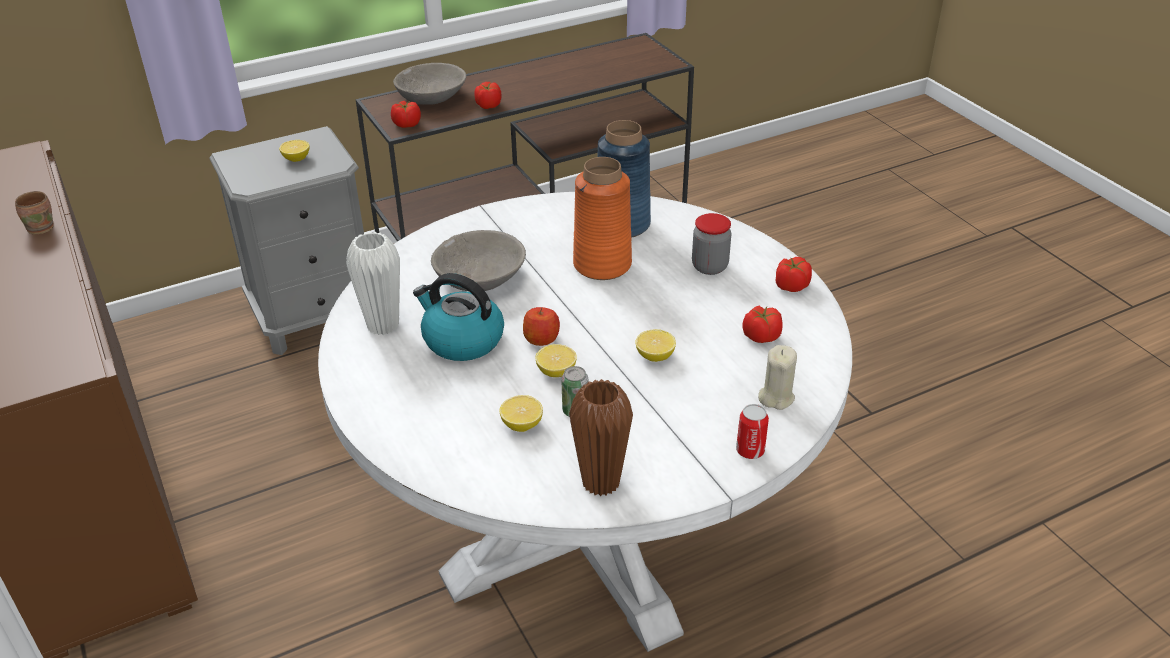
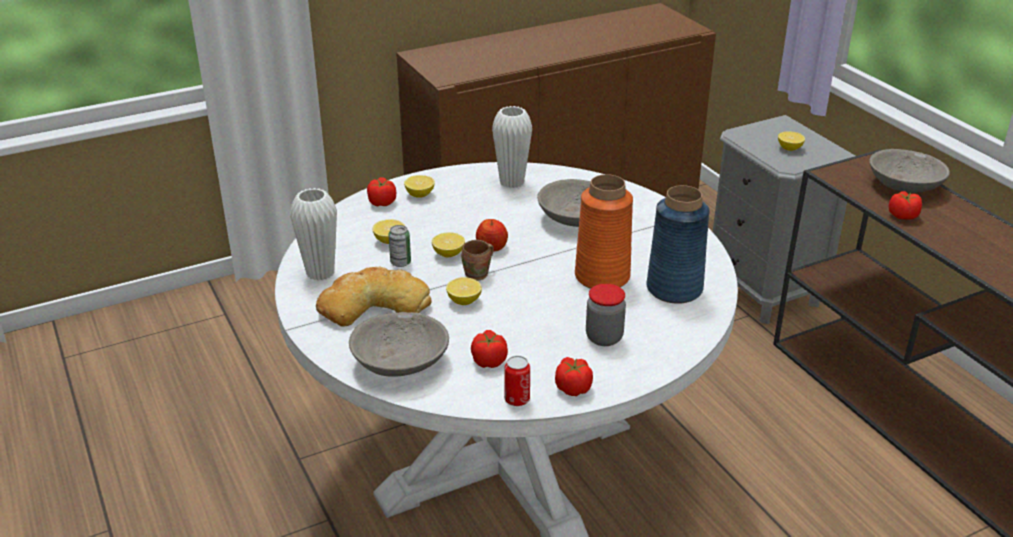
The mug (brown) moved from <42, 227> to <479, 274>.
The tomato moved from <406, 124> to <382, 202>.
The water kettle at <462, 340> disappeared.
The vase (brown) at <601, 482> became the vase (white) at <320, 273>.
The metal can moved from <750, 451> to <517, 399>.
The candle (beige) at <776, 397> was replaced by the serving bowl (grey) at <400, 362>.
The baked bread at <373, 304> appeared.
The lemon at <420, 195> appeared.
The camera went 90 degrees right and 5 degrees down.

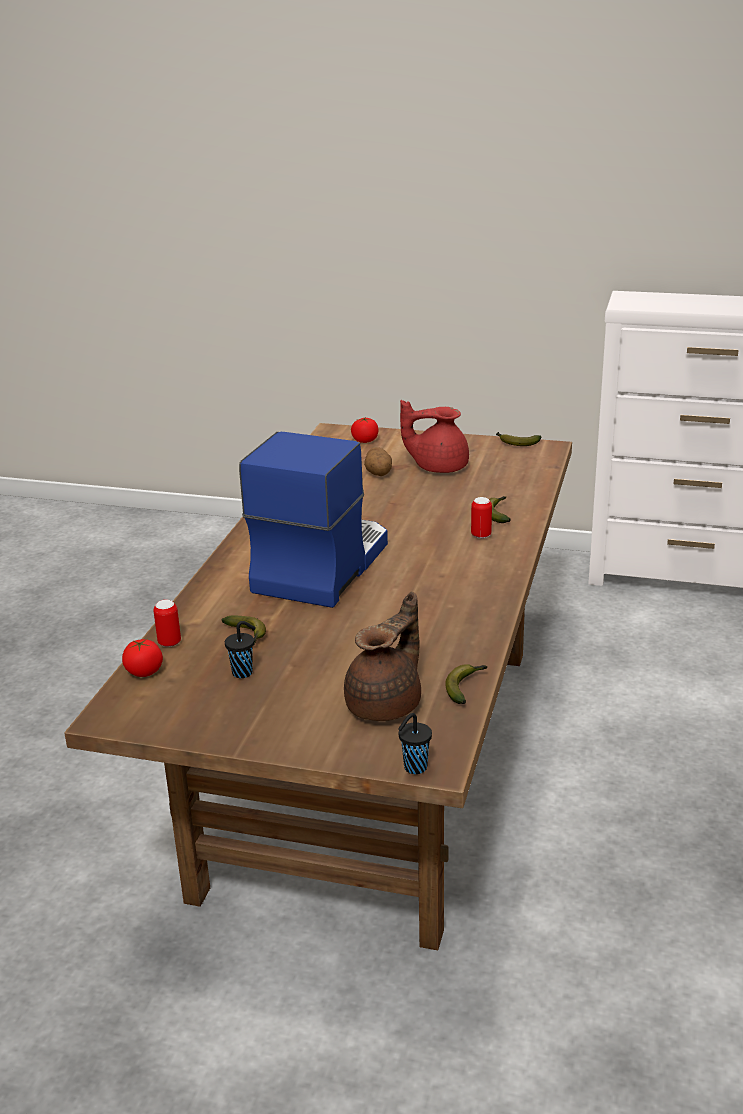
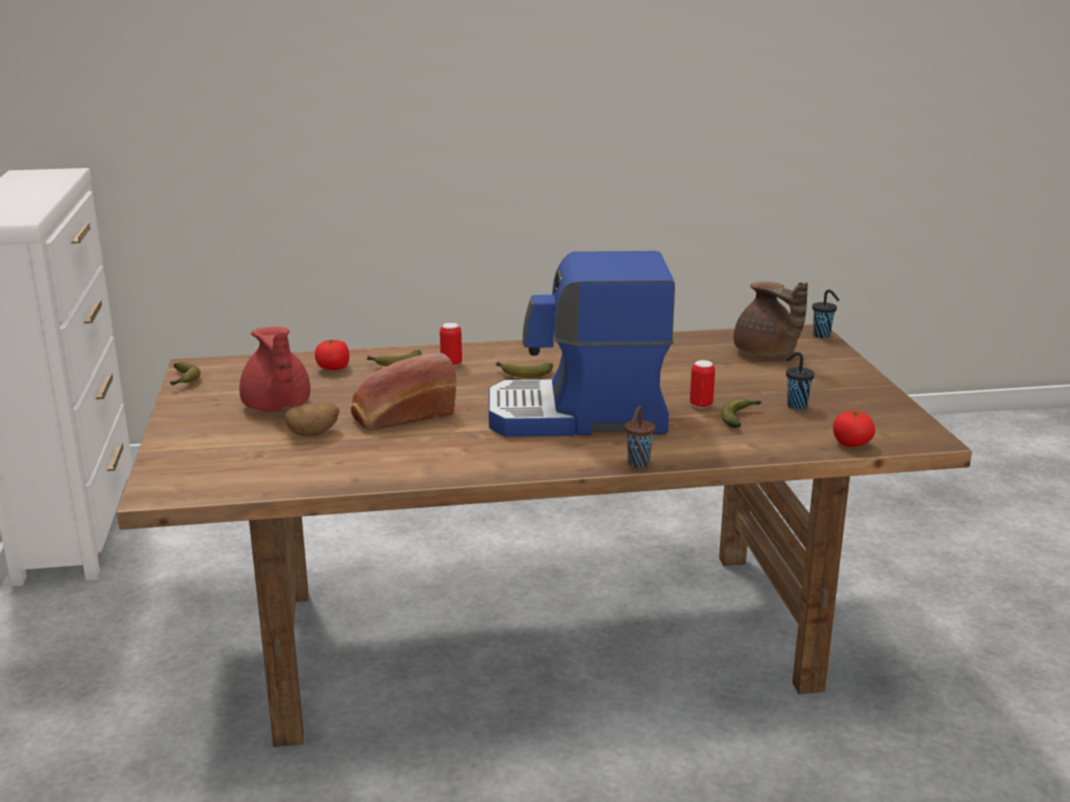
The metal can moved from <169, 643> to <701, 405>.
The teapot (brown) at <386, 704> turned 135 degrees counterclockwise.
The tomato moved from <365, 440> to <333, 368>.
The whole banana moved from <465, 687> to <522, 374>.
The baked bread at <402, 415> appeared.
The drinking cup (brown) at <638, 463> appeared.
The camera went 115 degrees left and 5 degrees down.

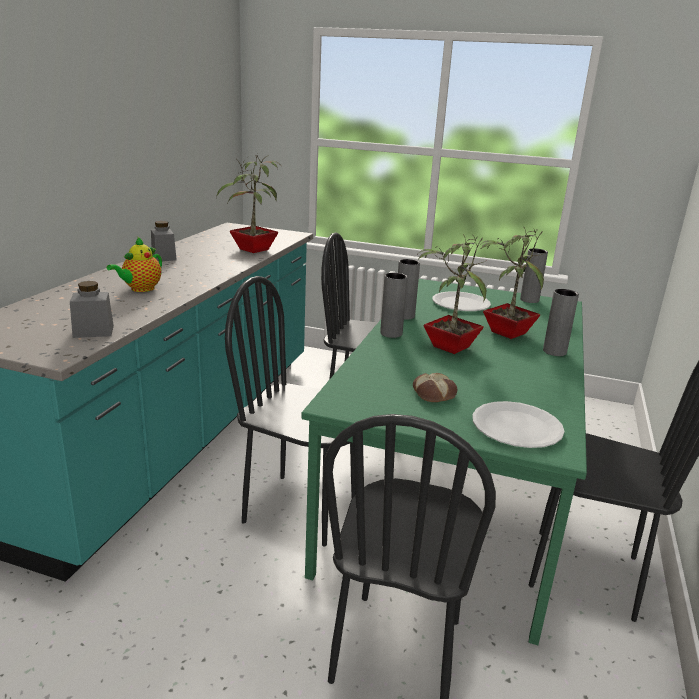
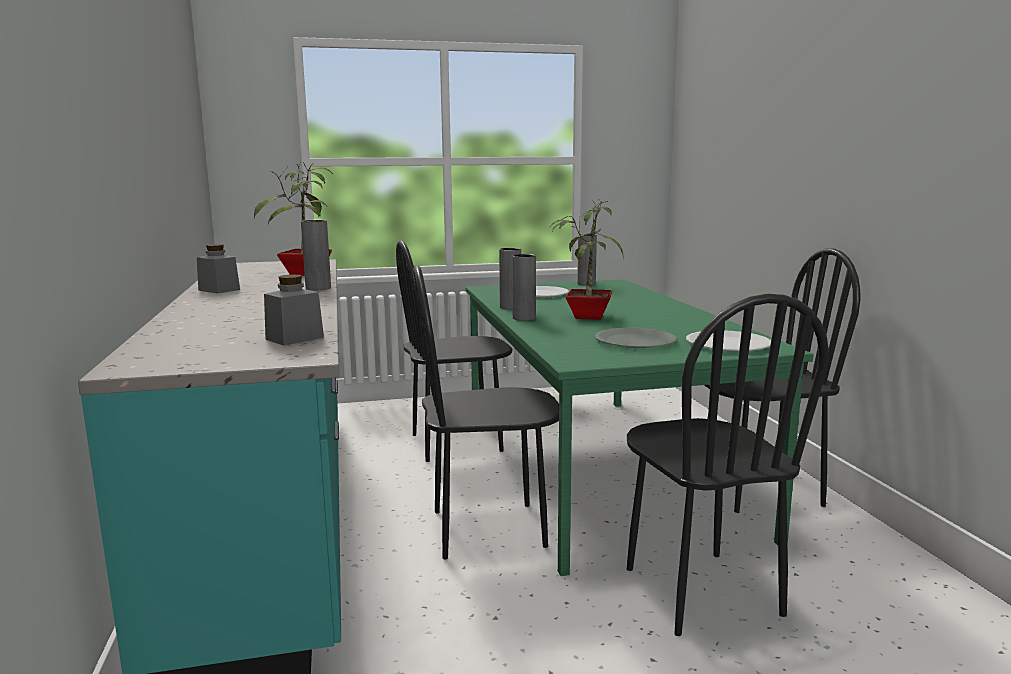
The teapot at <140, 289> disappeared.
The baked bread at <434, 393> was replaced by the dinner plate (grey) at <635, 341>.
The potted plant at <506, 332> disappeared.
The vase (grey) moved from <554, 351> to <318, 288>.
The camera went 30 degrees left and 10 degrees down.

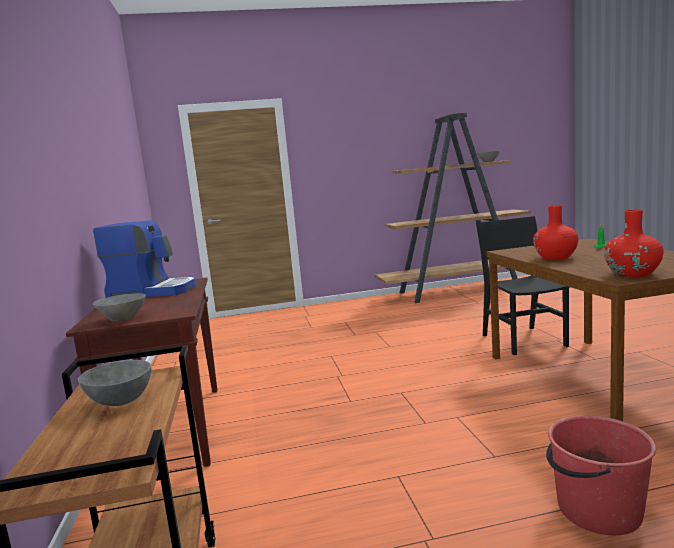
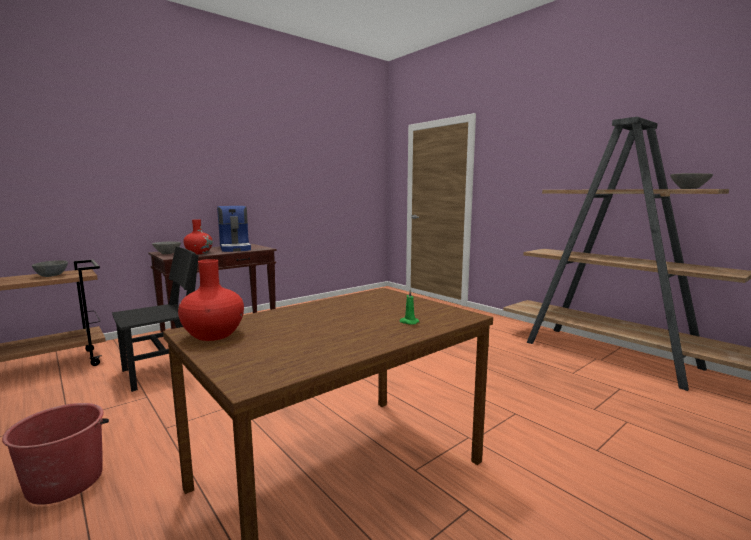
The chair (black) moved from <523, 340> to <164, 371>.
The vase (red-coloured) moved from <555, 257> to <199, 253>.
The camera went 60 degrees right and 0 degrees up.

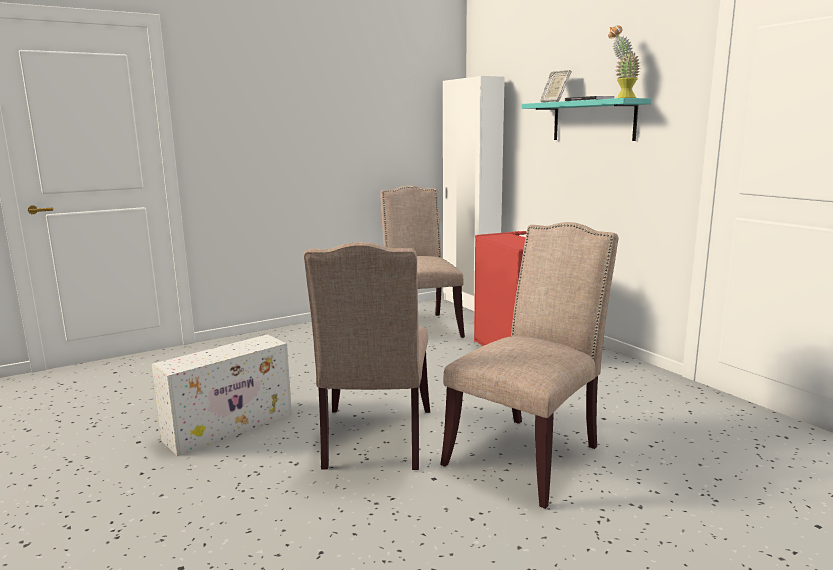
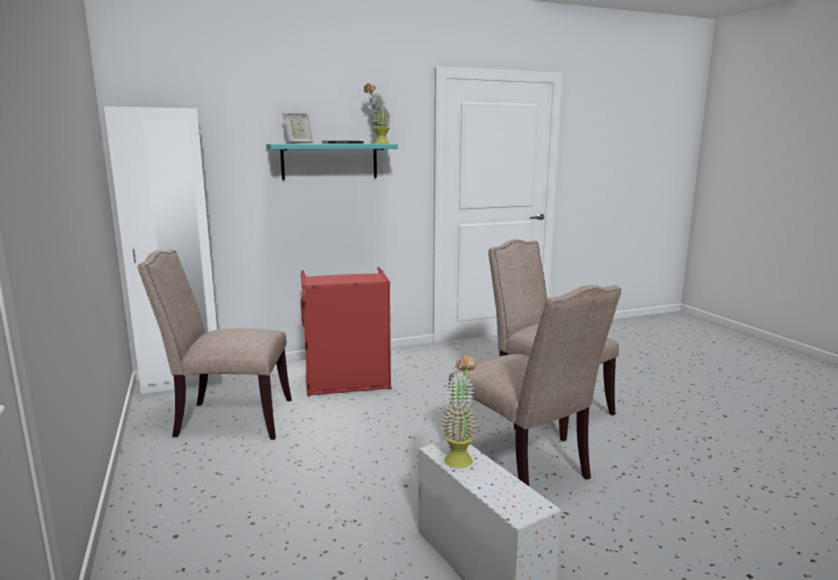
The chair (beige) at <375, 441> turned 45 degrees clockwise.
The potted plant at <459, 456> appeared.
The camera went 80 degrees left and 0 degrees up.

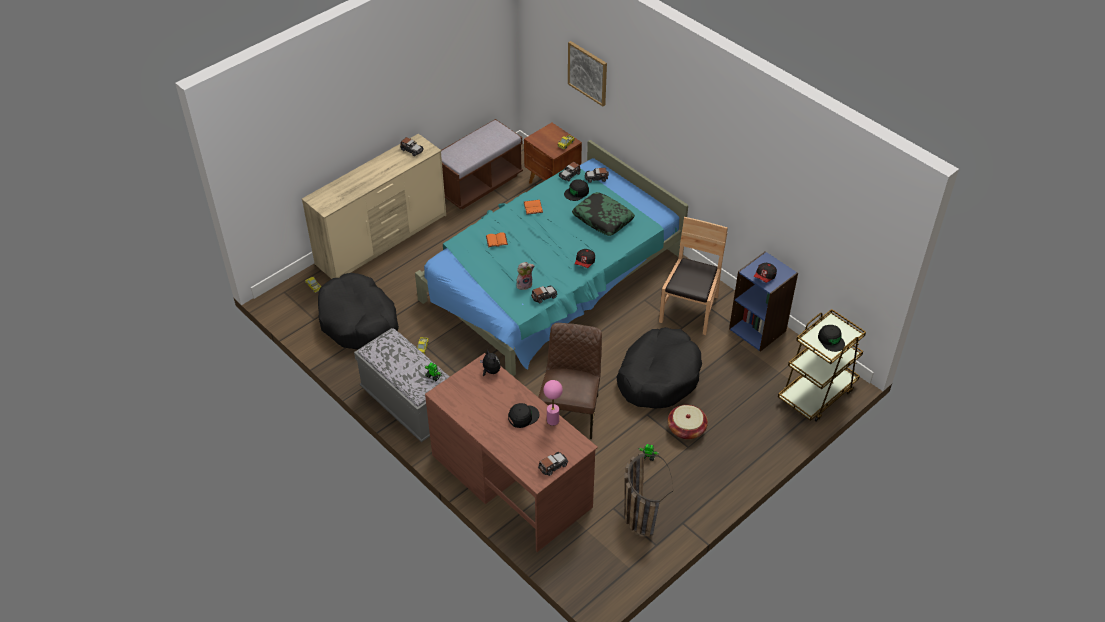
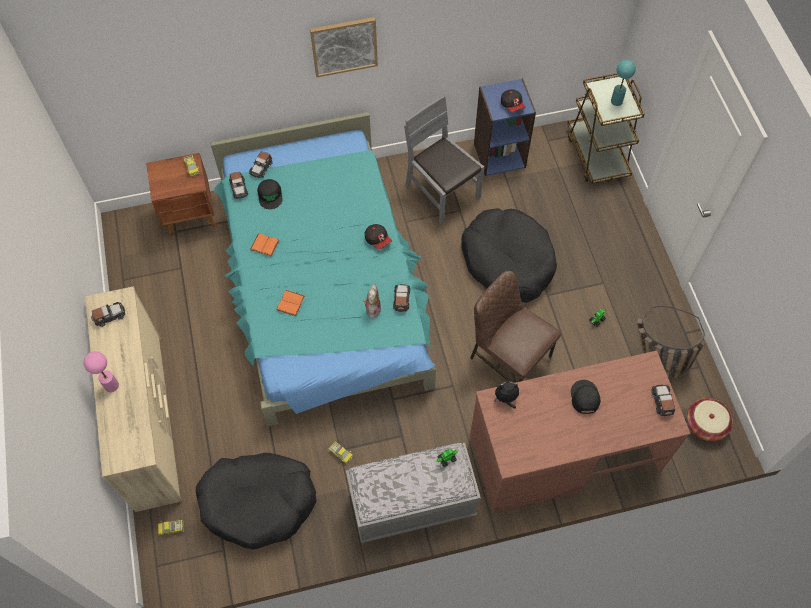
The long seat (brown) at <479, 184> disappeared.
The tabletop lamp (pink) moved from <553, 420> to <111, 385>.
The wall picture moved from <588, 73> to <344, 46>.
The cushion at <602, 219> disappeared.
The chair (brown) at <690, 310> became the chair (grey) at <442, 192>.
The household basket moved from <686, 429> to <705, 424>.
The cap (black) at <831, 340> was replaced by the tabletop lamp (blue-green) at <616, 101>.
The camera went 60 degrees left and 15 degrees up.

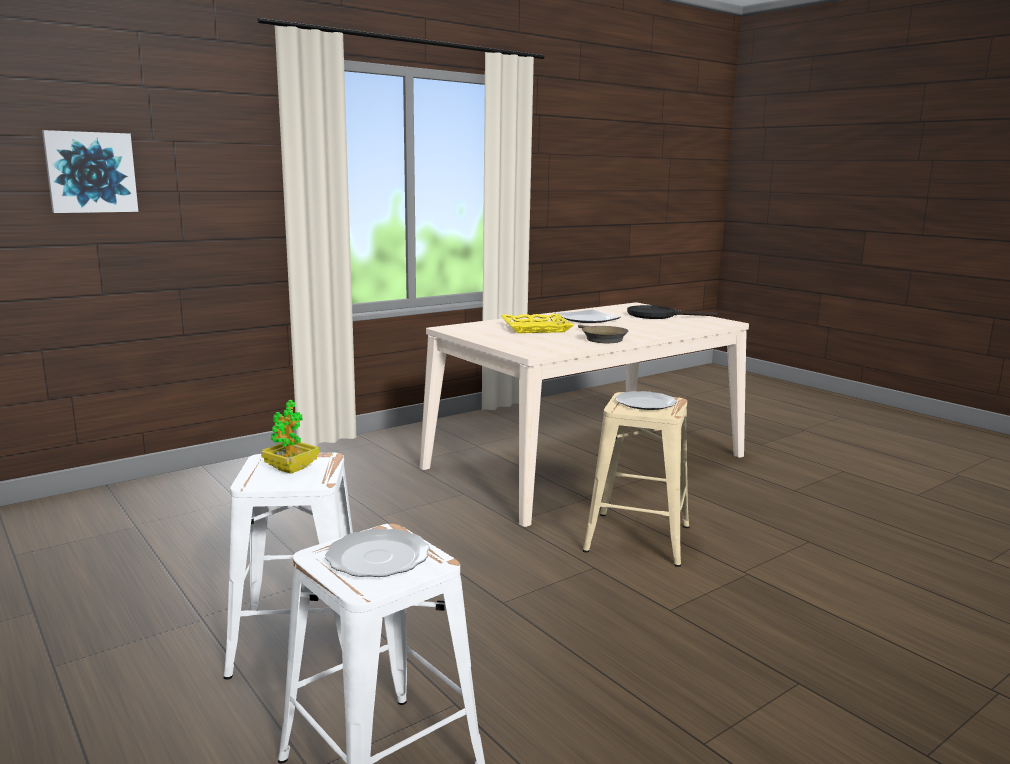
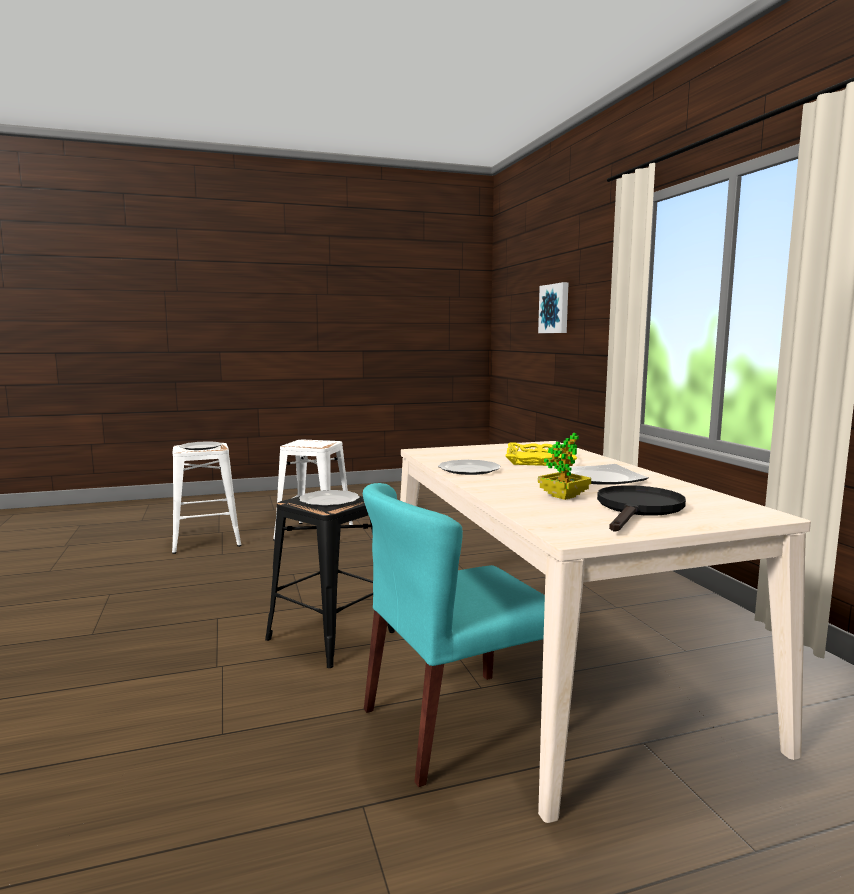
The potted plant moved from <291, 469> to <563, 496>.
The pan (brown) at <601, 339> was replaced by the dinner plate at <468, 469>.
The sitting stool (beige) at <636, 538> became the sitting stool (black) at <331, 635>.
The chair (blue-green) at <456, 723> appeared.
The camera went 110 degrees right and 5 degrees down.

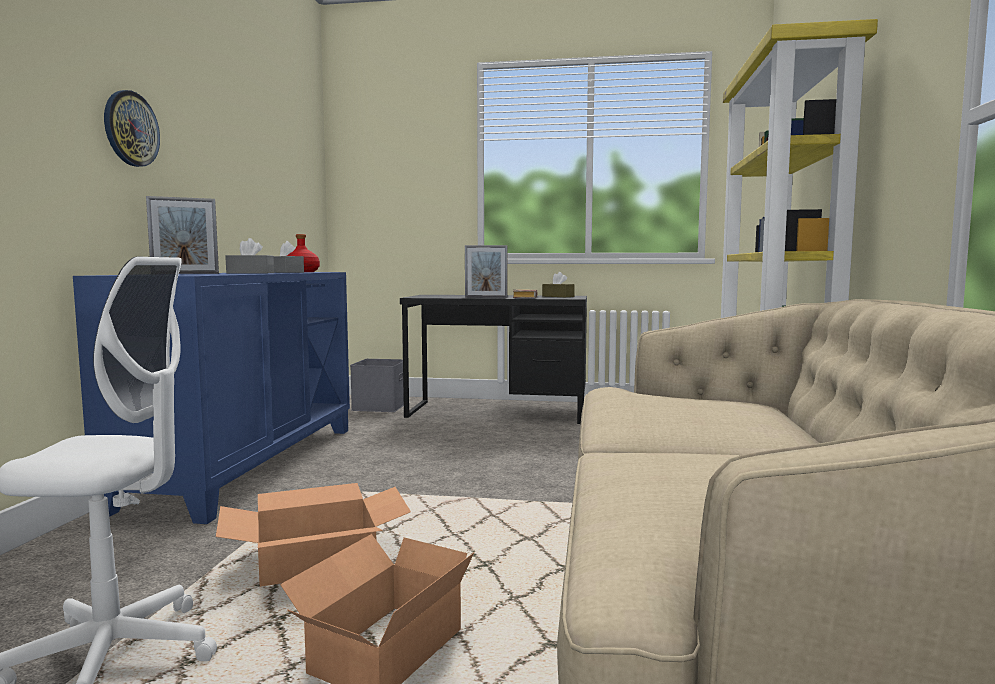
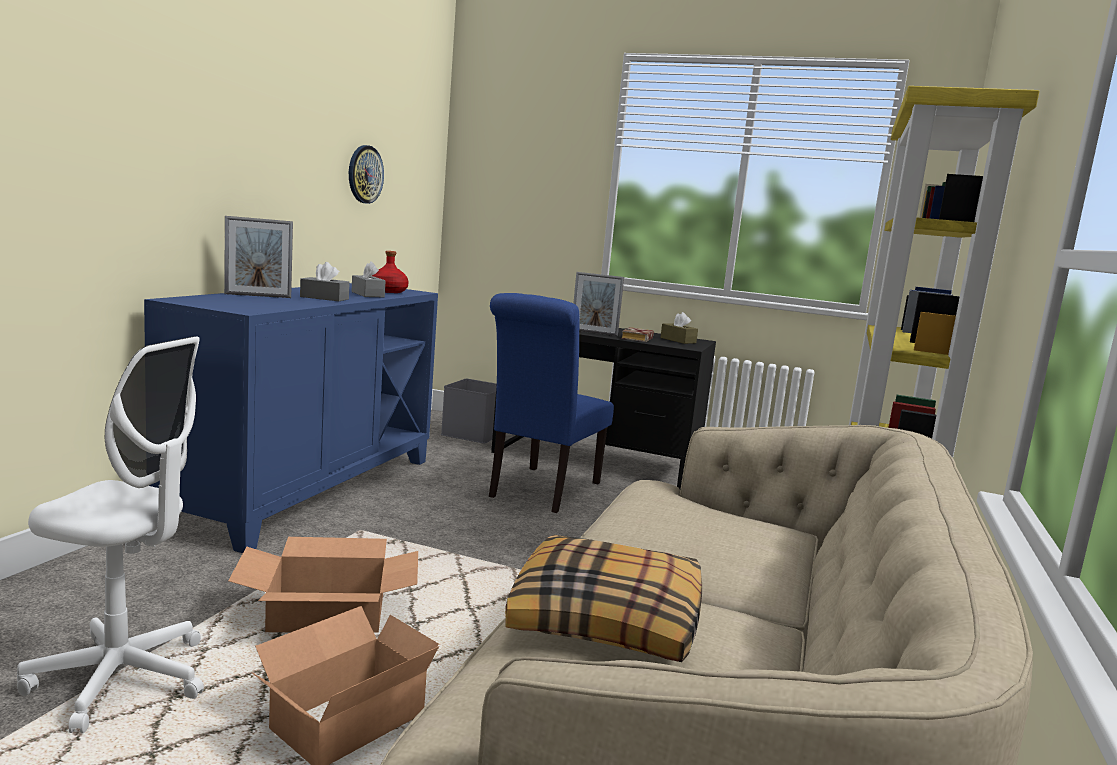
The hanging clock moved from <131, 129> to <364, 174>.
The chair (bluish) at <541, 491> appeared.
The cushion at <608, 619> appeared.
The camera went 10 degrees right and 5 degrees up.

